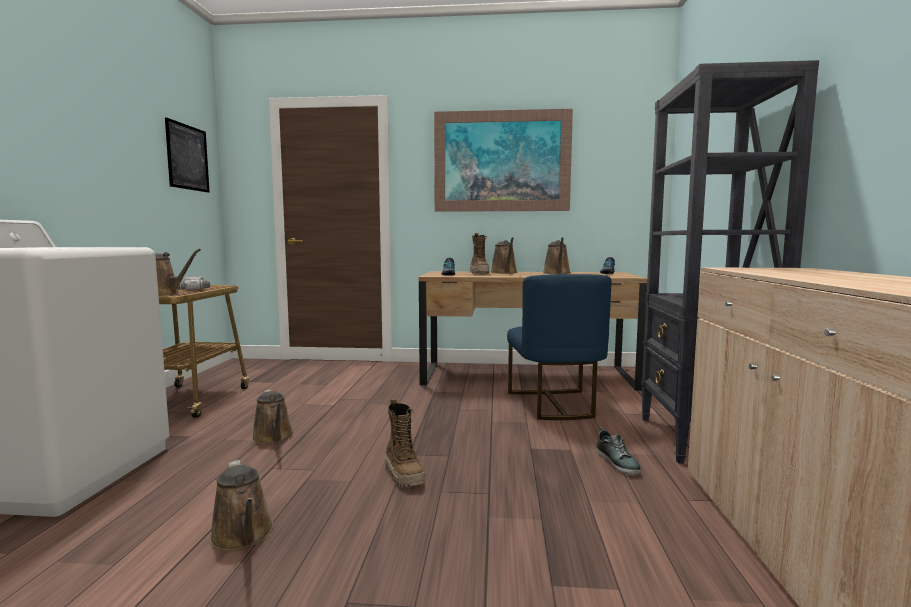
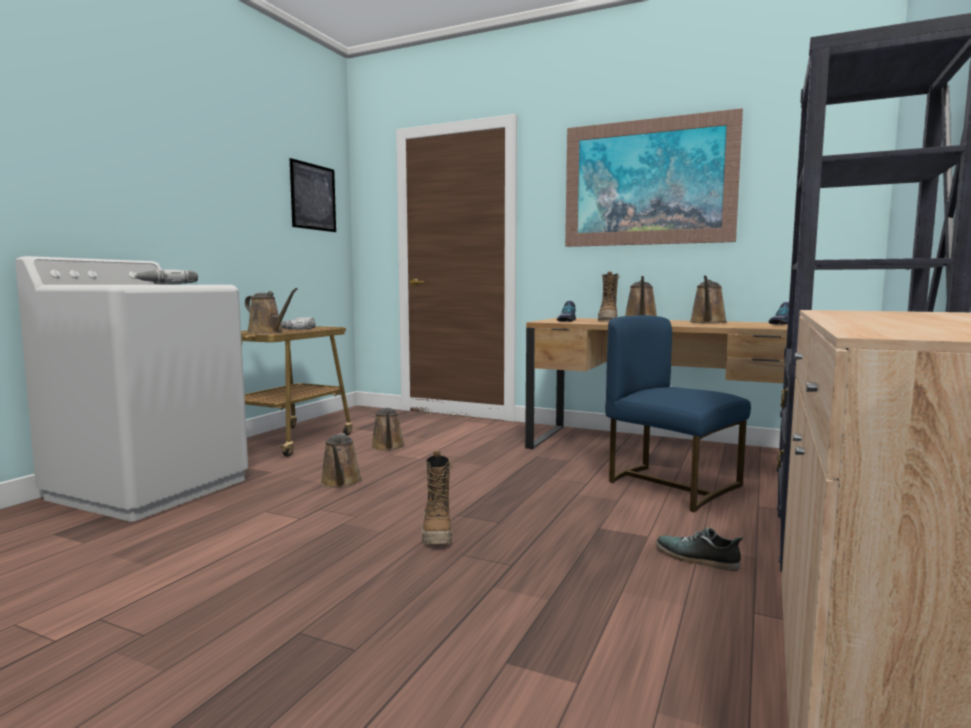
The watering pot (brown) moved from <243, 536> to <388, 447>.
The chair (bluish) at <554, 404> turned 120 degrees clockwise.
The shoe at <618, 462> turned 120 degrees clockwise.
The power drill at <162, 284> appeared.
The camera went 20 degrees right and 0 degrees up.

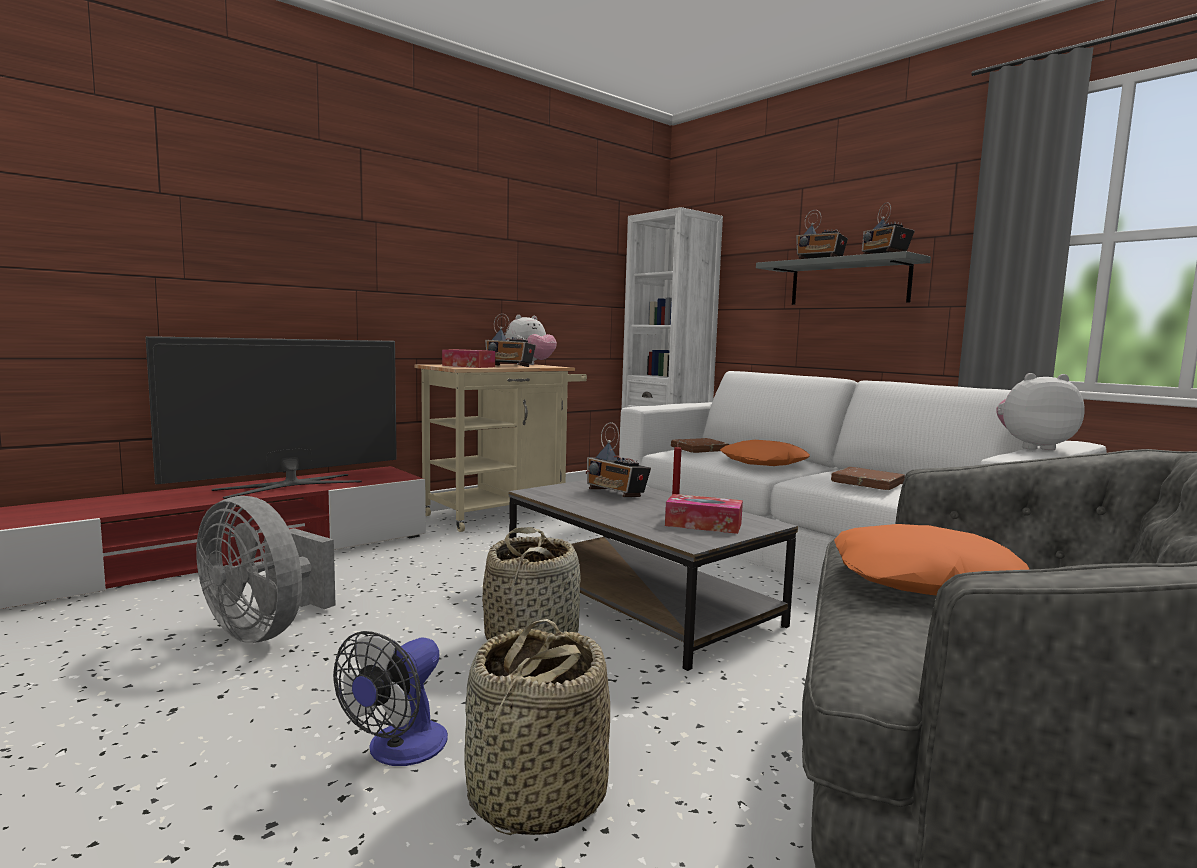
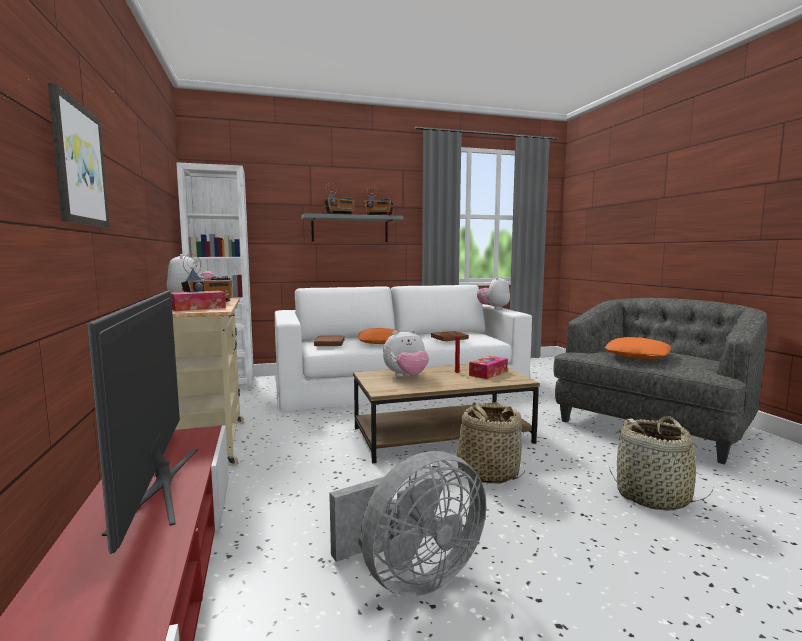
The fan at <399, 751> disappeared.
The coffee table (grey) at <640, 601> became the coffee table (brown) at <442, 435>.
The radio at <616, 494> was replaced by the cuddly toy at <406, 376>.
The wall picture at <78, 164> appeared.
The camera went 65 degrees left and 0 degrees up.

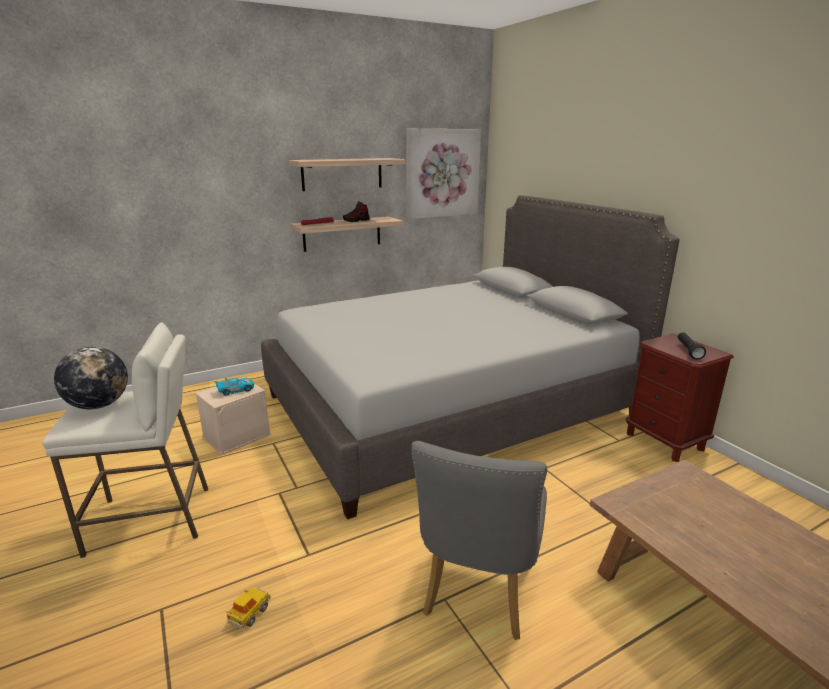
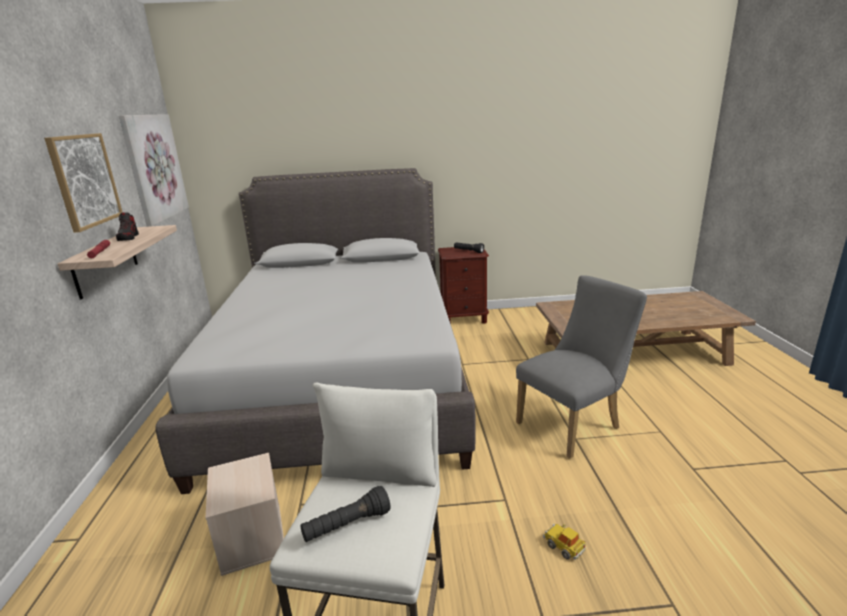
The world globe at <99, 405> was replaced by the torch (black) at <347, 525>.
The model car at <235, 390> disappeared.
The bracket shelf at <342, 174> was replaced by the wall picture at <85, 180>.
The chair (grey) at <478, 593> turned 75 degrees counterclockwise.
The camera went 65 degrees left and 0 degrees up.

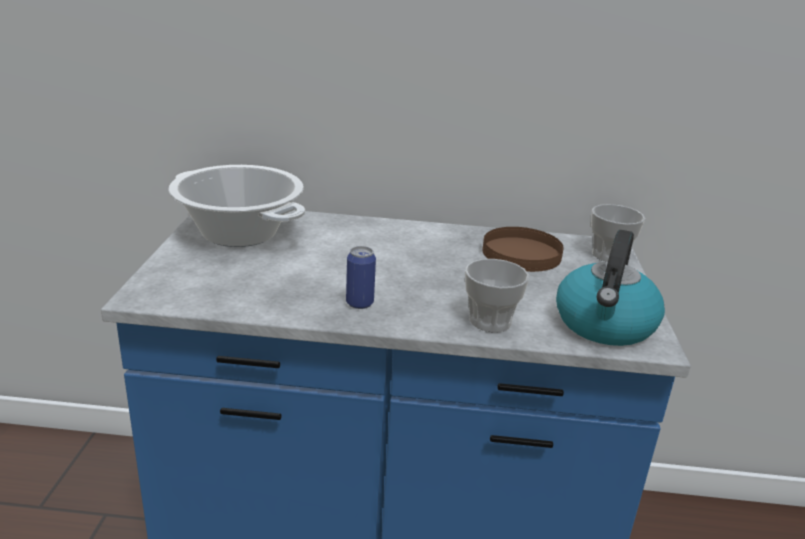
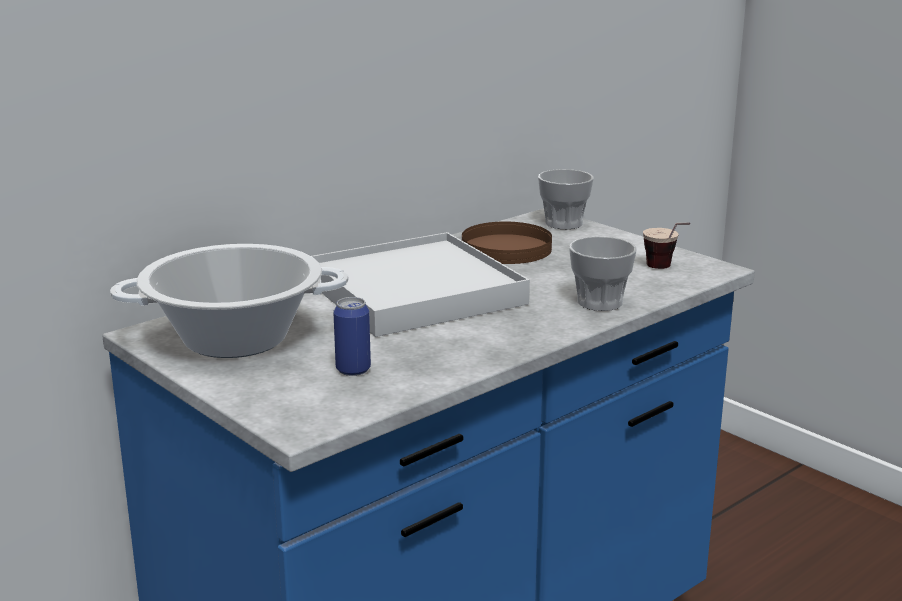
The metal can moved from <359, 303> to <353, 370>.
The water kettle at <605, 325> was replaced by the drinking cup at <666, 270>.
The carrying tray (white) at <414, 292> appeared.
The camera went 45 degrees left and 5 degrees down.

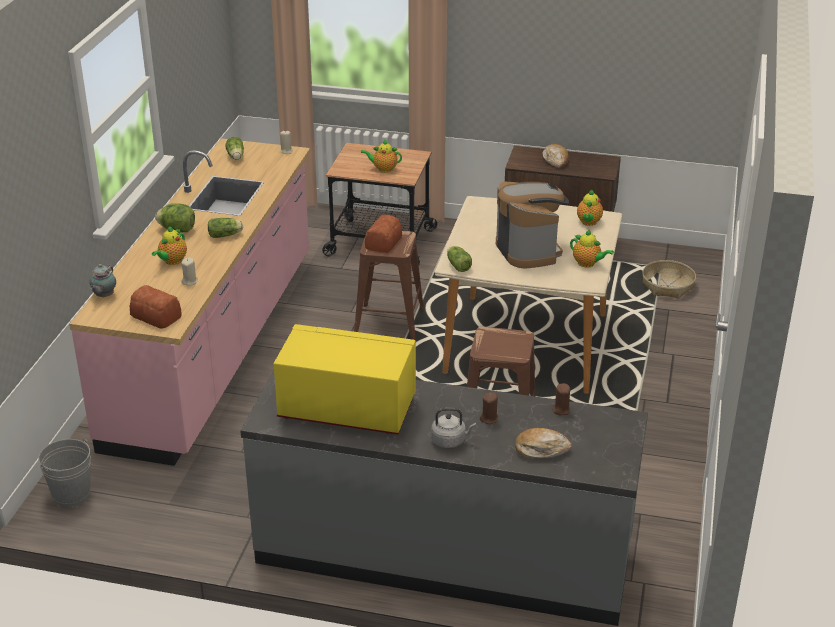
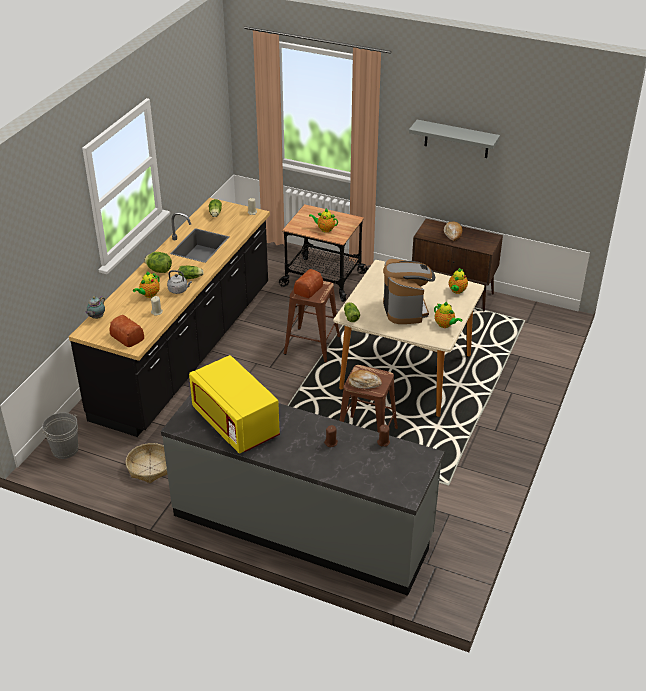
The kitchen base unit (pink) at <215, 348> became the kitchen base unit (black) at <186, 351>.
The microwave (yellowish) at <346, 409> turned 150 degrees counterclockwise.
The water kettle (grey) moved from <450, 441> to <179, 290>.
The baked bread moved from <541, 449> to <364, 383>.
The household basket moved from <668, 286> to <150, 468>.
The bracket shelf (grey) at <456, 139> appeared.
The camera went 10 degrees right and 5 degrees up.

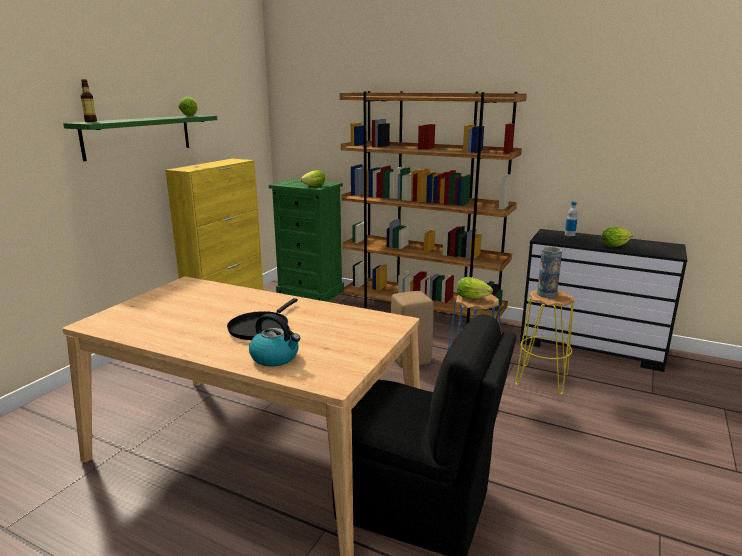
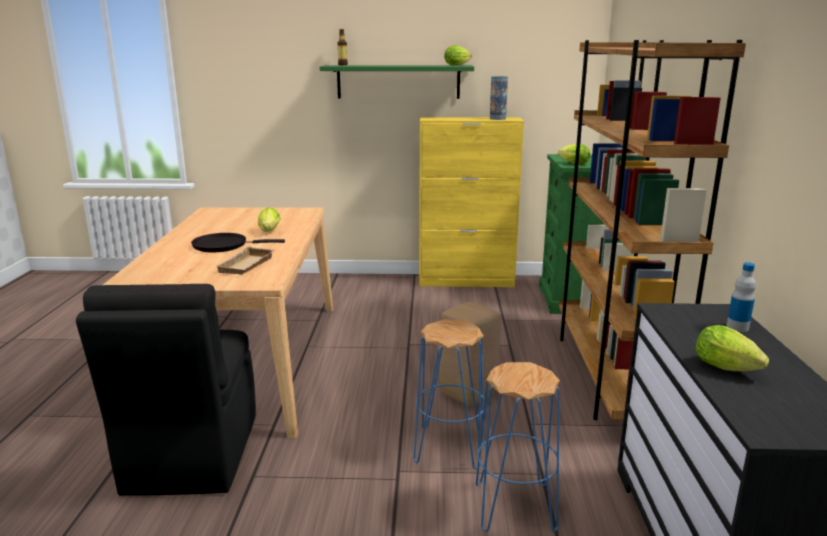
The water kettle at <275, 357> disappeared.
The lettuce head moved from <474, 298> to <269, 232>.
The sitting stool (yellowish) at <542, 379> became the sitting stool (bluish) at <515, 507>.
The vase moved from <546, 294> to <497, 118>.
The carrying tray (beige) at <247, 266> appeared.
The camera went 65 degrees right and 0 degrees up.

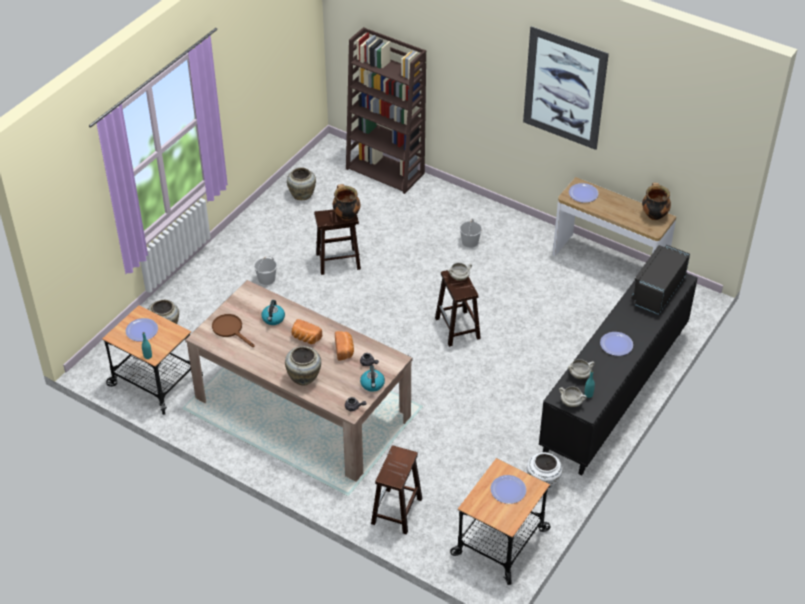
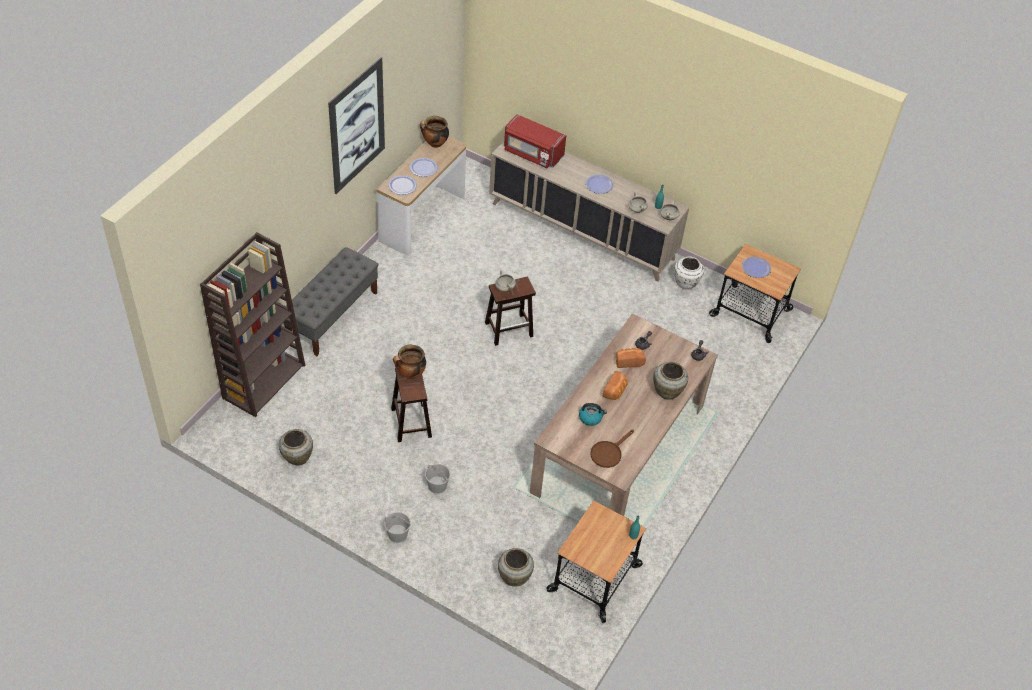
The dinner plate moved from <142, 330> to <423, 168>.
The water kettle at <372, 384> disappeared.
The sitting stool (brown) at <396, 512> disappeared.
The bucket (white) moved from <470, 241> to <397, 534>.
The cupboard (black) at <615, 392> became the cupboard (beige) at <582, 230>.
The microwave (black) at <658, 291> became the microwave (red-coloured) at <532, 153>.
The long seat (grey) at <332, 315> appeared.
The camera went 95 degrees left and 5 degrees up.

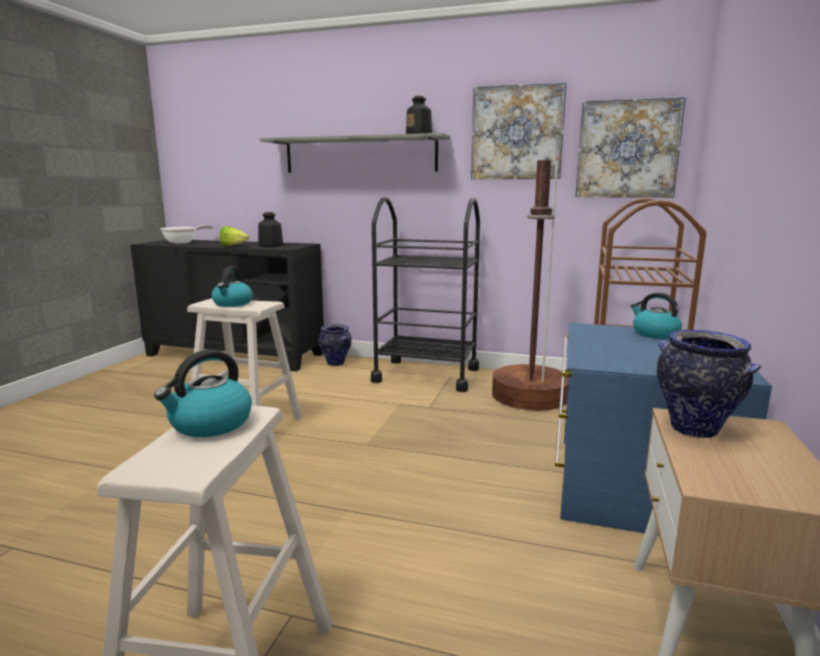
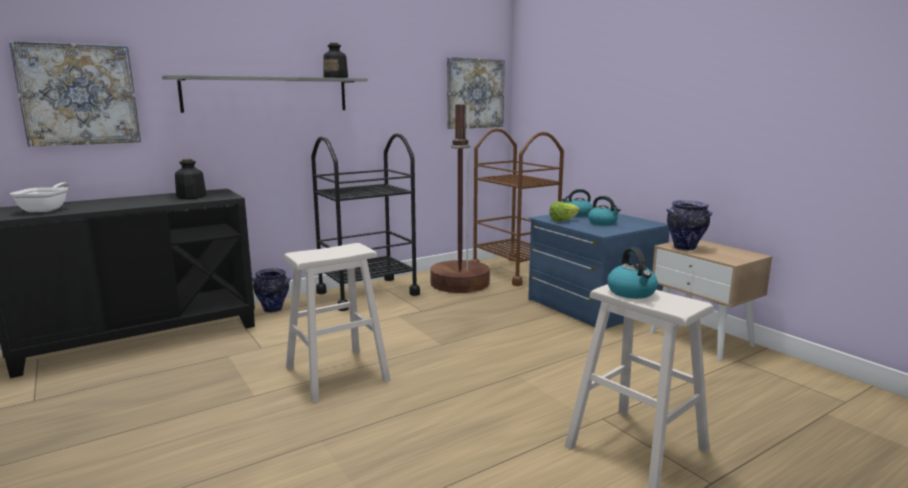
The water kettle moved from <232, 304> to <603, 223>.
The lettuce head moved from <234, 246> to <563, 220>.
The wall picture moved from <517, 133> to <79, 94>.
The camera went 50 degrees left and 0 degrees up.

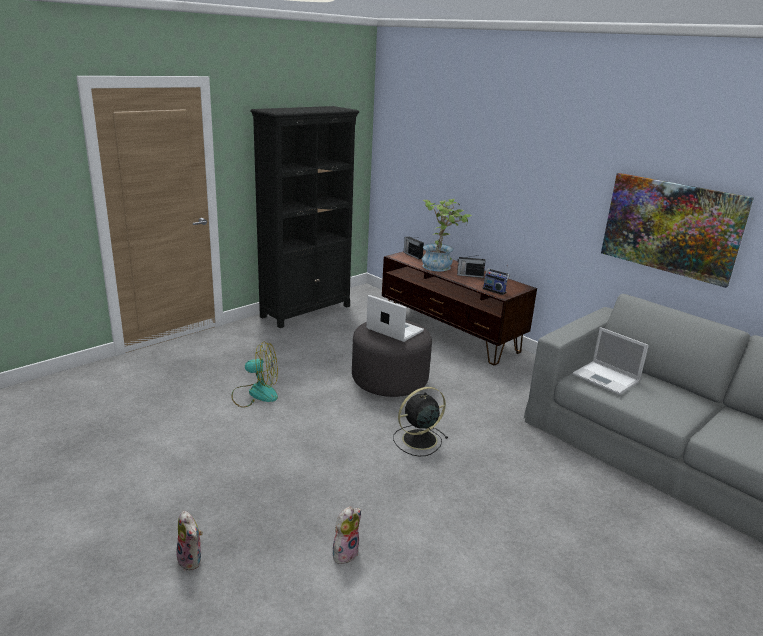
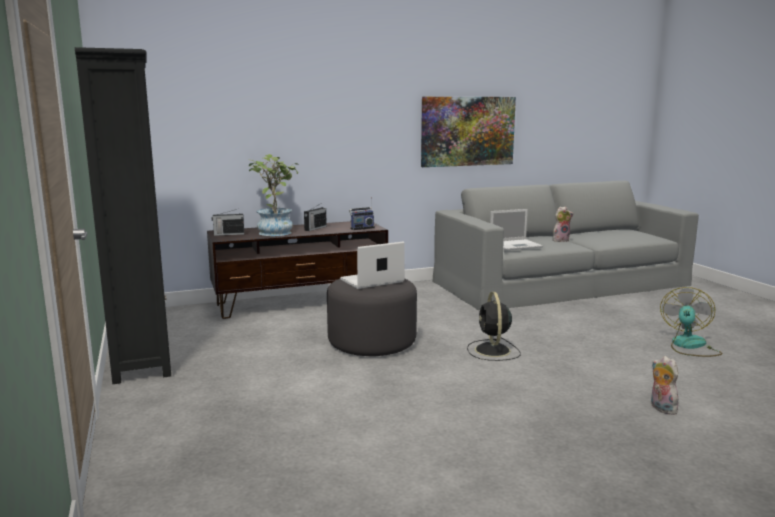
The cuddly toy moved from <192, 560> to <560, 240>.
The fan moved from <255, 393> to <689, 346>.
The camera went 65 degrees left and 10 degrees down.

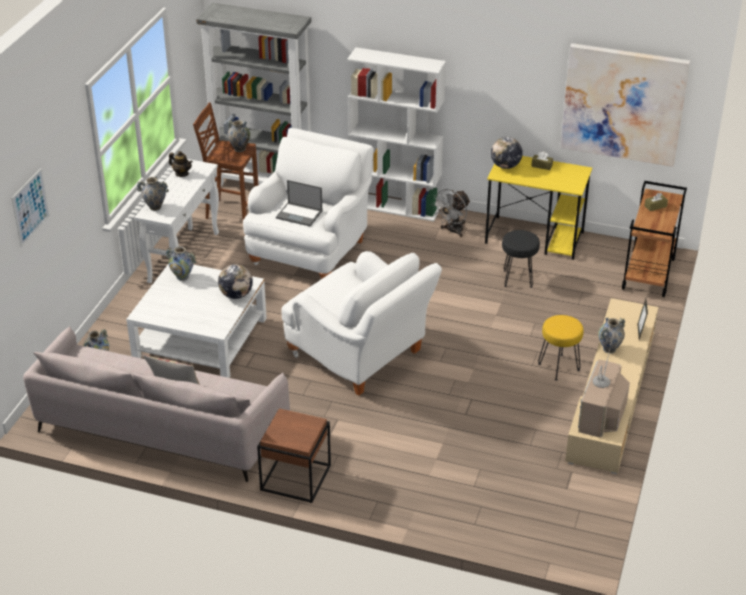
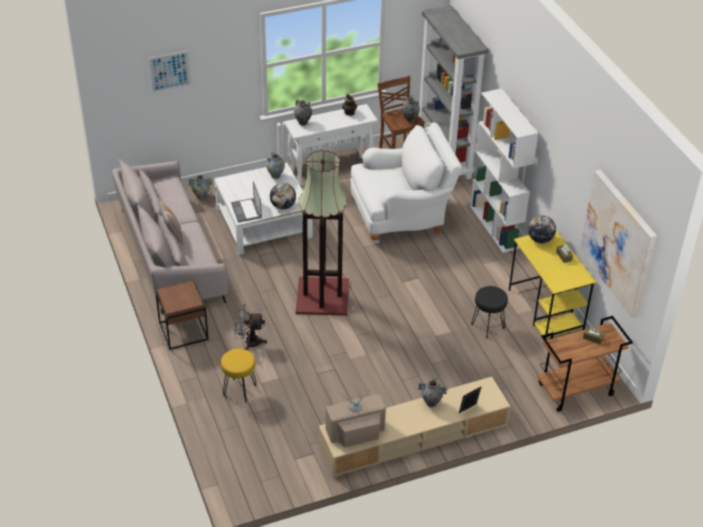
The notebook computer moved from <299, 214> to <246, 211>.
The lounge chair (white) at <360, 356> was replaced by the standard lamp at <321, 297>.
The fan (grey) moved from <452, 231> to <248, 342>.
The sitting stool (yellowish) moved from <559, 367> to <240, 390>.
The camera went 50 degrees right and 5 degrees up.

